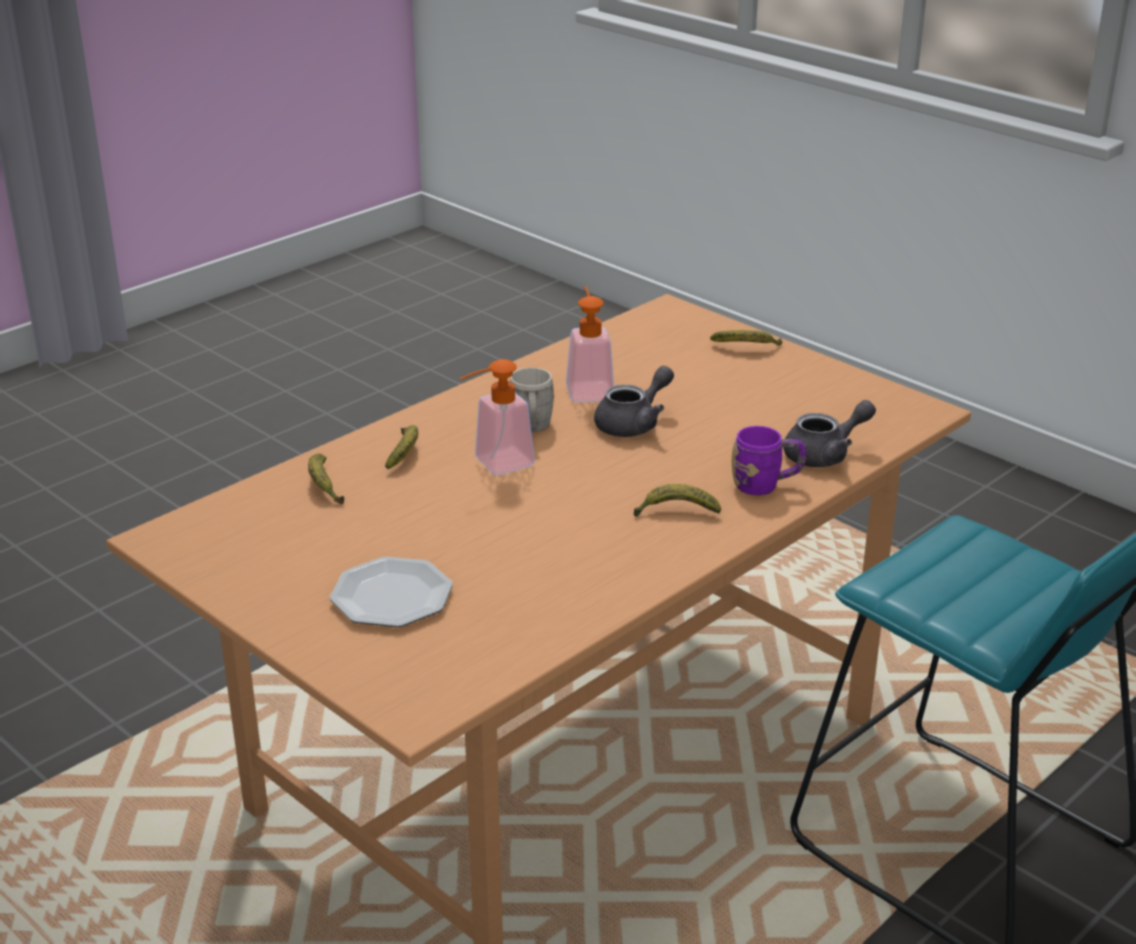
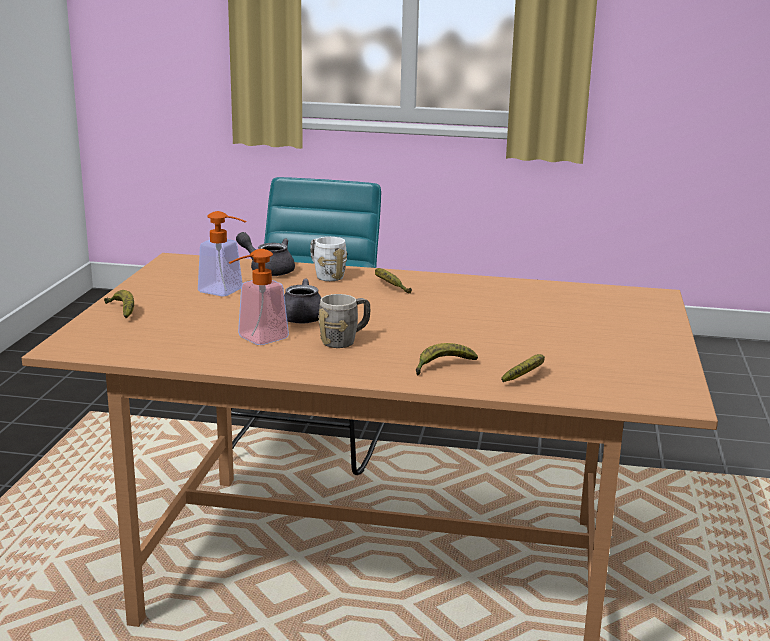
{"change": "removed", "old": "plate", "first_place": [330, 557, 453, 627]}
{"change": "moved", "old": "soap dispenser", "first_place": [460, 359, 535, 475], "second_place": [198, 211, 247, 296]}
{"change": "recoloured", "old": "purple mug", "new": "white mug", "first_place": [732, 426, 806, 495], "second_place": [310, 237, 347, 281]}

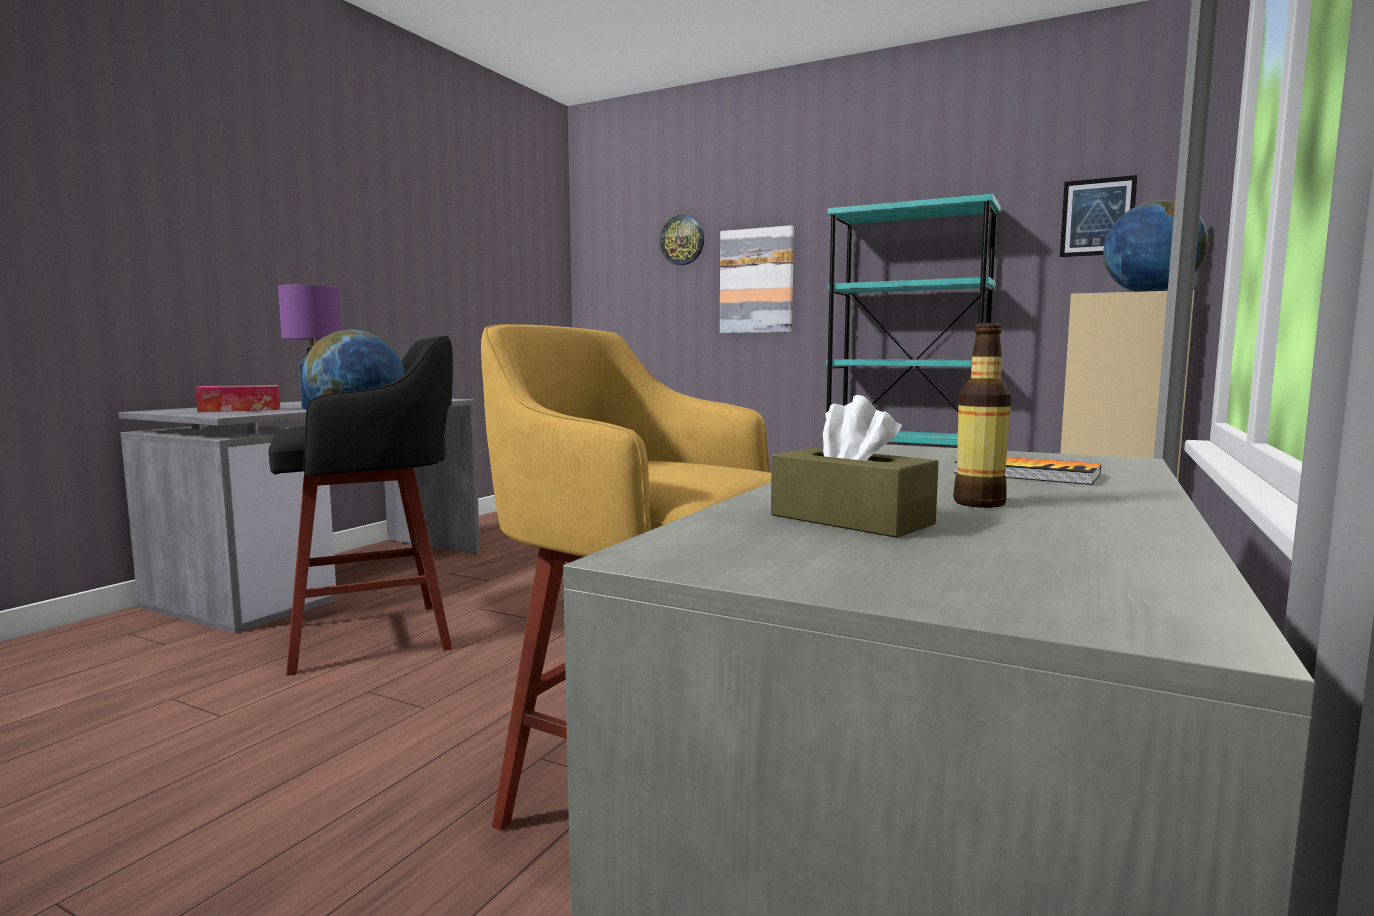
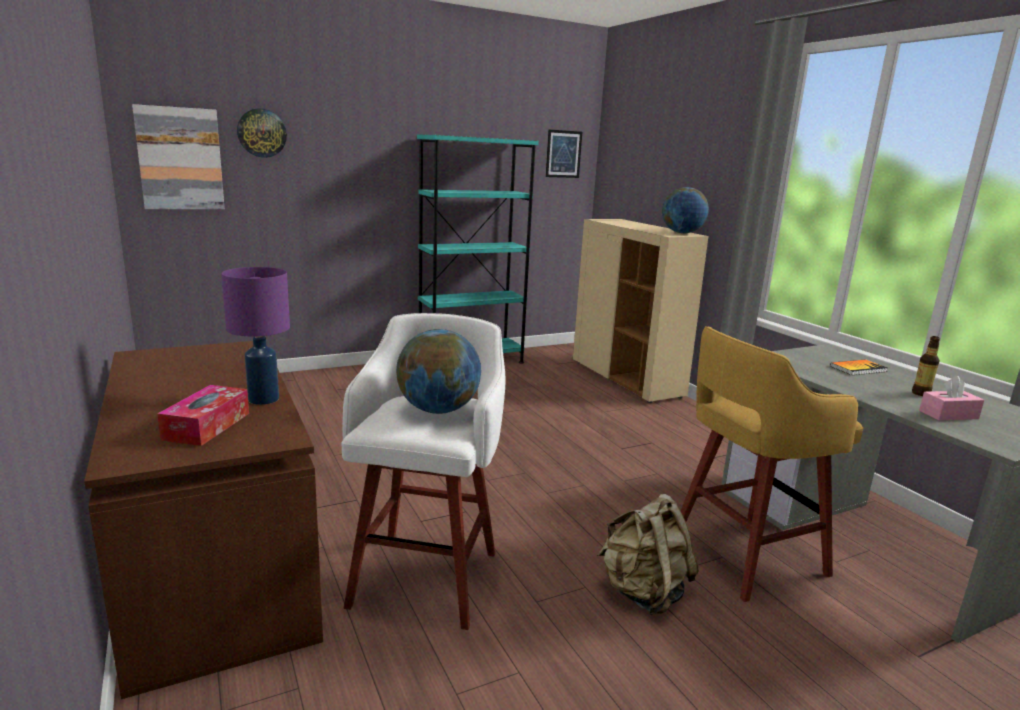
{"change": "added", "new": "beige backpack", "second_place": [597, 494, 699, 615]}
{"change": "moved", "old": "picture", "first_place": [720, 225, 794, 333], "second_place": [132, 104, 225, 210]}
{"change": "recoloured", "old": "grey desk", "new": "brown desk", "first_place": [118, 399, 480, 634], "second_place": [84, 341, 323, 699]}
{"change": "recoloured", "old": "black stool", "new": "white stool", "first_place": [268, 336, 453, 676], "second_place": [341, 313, 505, 630]}
{"change": "recoloured", "old": "brown tissue box", "new": "pink tissue box", "first_place": [771, 395, 938, 538], "second_place": [919, 376, 984, 421]}

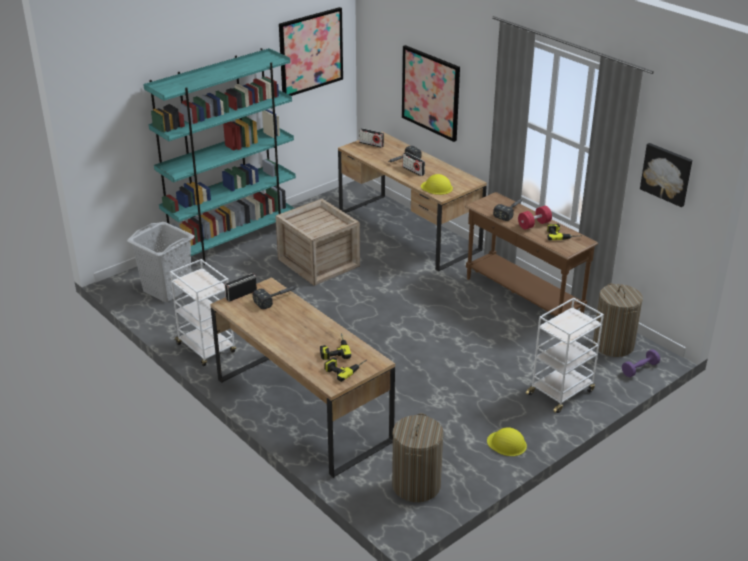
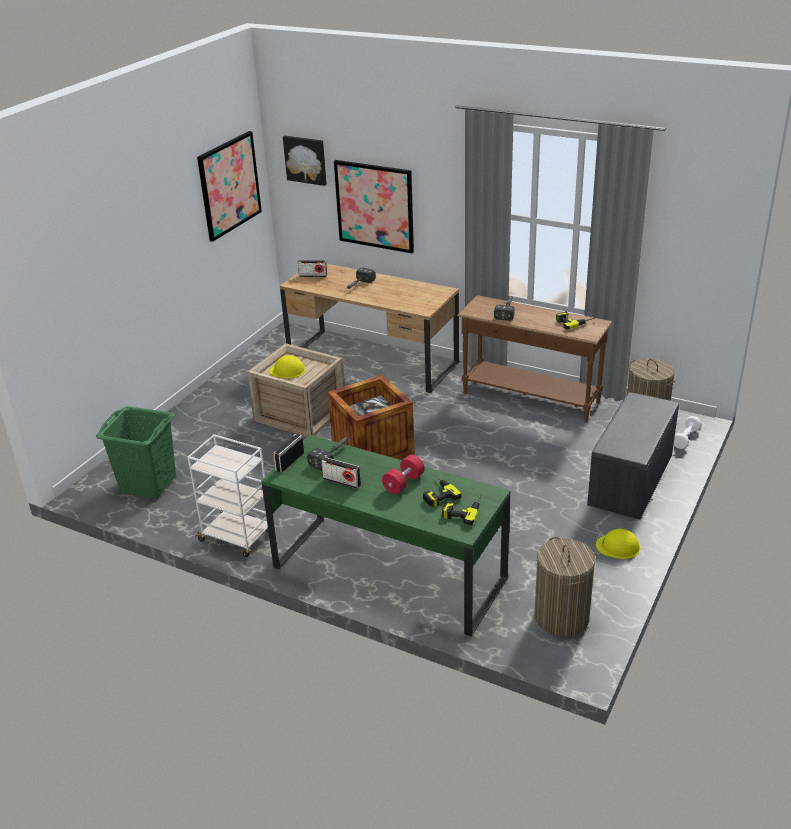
{"change": "removed", "old": "turquoise bookcase", "first_place": [143, 48, 296, 265]}
{"change": "added", "new": "crate", "second_place": [328, 375, 415, 460]}
{"change": "moved", "old": "radio", "first_place": [403, 152, 425, 176], "second_place": [321, 457, 361, 489]}
{"change": "moved", "old": "yellow hard hat", "first_place": [421, 174, 453, 195], "second_place": [269, 355, 306, 379]}
{"change": "moved", "old": "red dumbbell", "first_place": [518, 206, 552, 230], "second_place": [382, 455, 425, 494]}
{"change": "moved", "old": "picture", "first_place": [640, 143, 692, 207], "second_place": [283, 136, 327, 186]}
{"change": "replaced", "old": "white cart", "new": "grey bench", "first_place": [526, 298, 604, 413], "second_place": [587, 392, 679, 520]}
{"change": "recoloured", "old": "grey laundry basket", "new": "green laundry basket", "first_place": [127, 222, 195, 302], "second_place": [96, 406, 176, 498]}
{"change": "recoloured", "old": "brown desk", "new": "green desk", "first_place": [210, 277, 395, 478], "second_place": [261, 435, 510, 637]}
{"change": "recoloured", "old": "purple dumbbell", "new": "white dumbbell", "first_place": [622, 349, 660, 377], "second_place": [674, 416, 701, 449]}

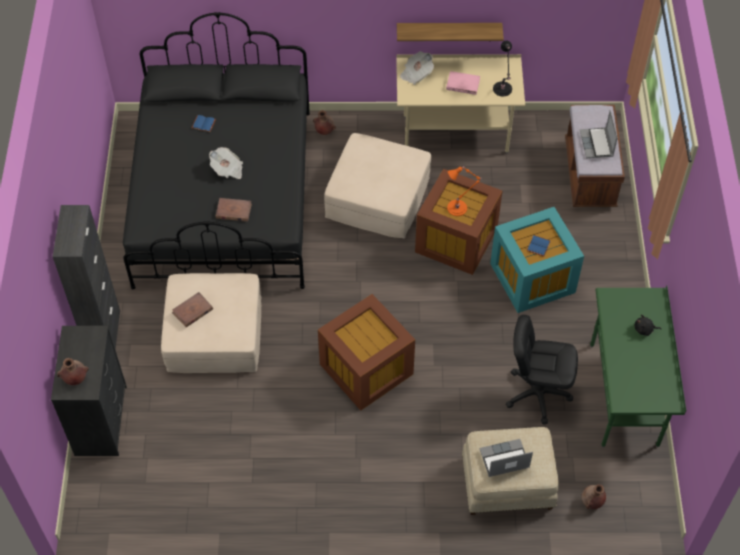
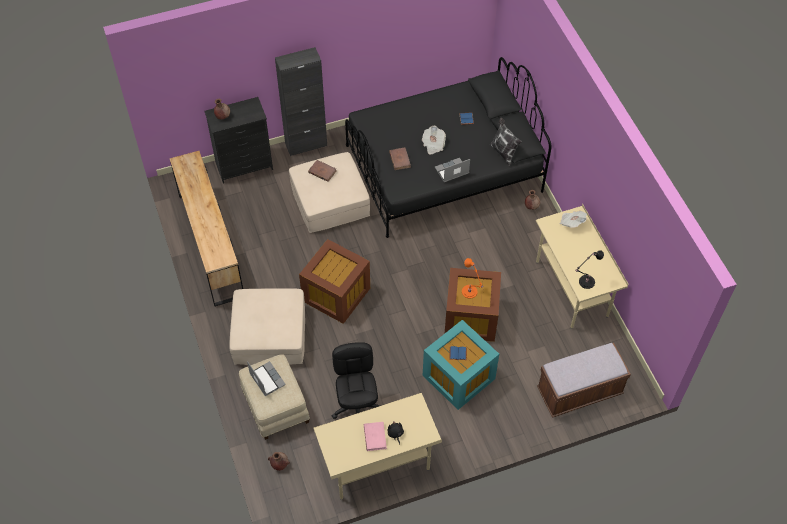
{"change": "removed", "old": "shelf", "first_place": [397, 23, 504, 41]}
{"change": "added", "new": "brown dresser", "second_place": [170, 151, 243, 306]}
{"change": "added", "new": "pillow", "second_place": [490, 117, 522, 167]}
{"change": "moved", "old": "beige ottoman", "first_place": [324, 133, 431, 239], "second_place": [229, 288, 305, 365]}
{"change": "moved", "old": "pink book", "first_place": [446, 71, 480, 95], "second_place": [364, 422, 387, 451]}
{"change": "moved", "old": "laptop", "first_place": [580, 110, 618, 158], "second_place": [435, 158, 470, 182]}
{"change": "recoloured", "old": "green desk", "new": "beige desk", "first_place": [590, 286, 686, 447], "second_place": [314, 393, 442, 500]}

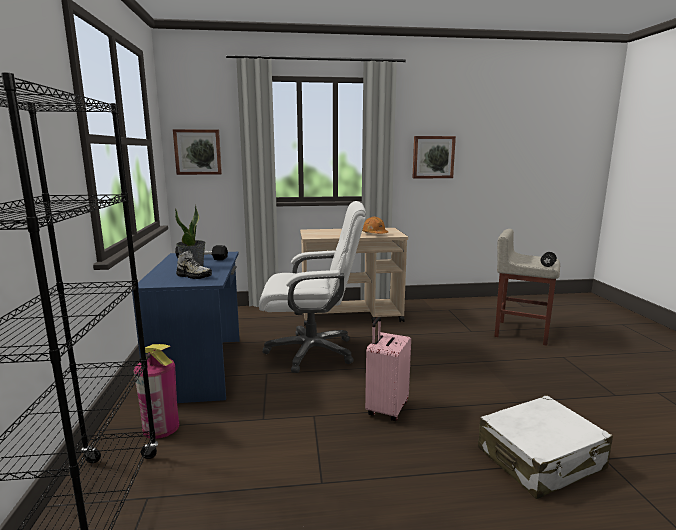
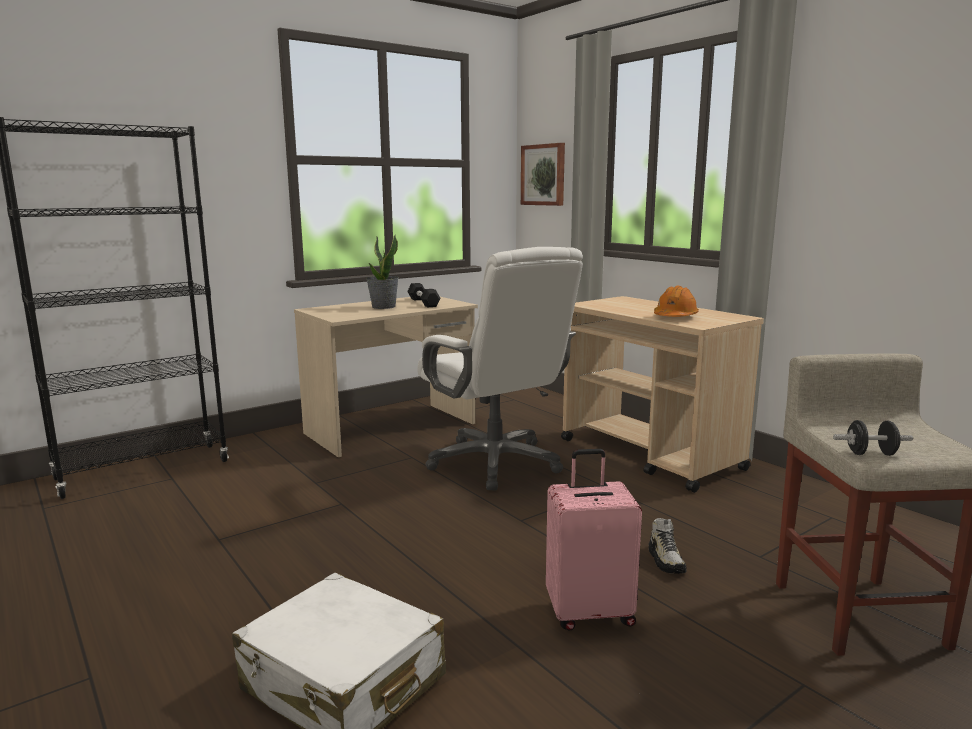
{"change": "removed", "old": "fire extinguisher", "first_place": [134, 344, 179, 439]}
{"change": "removed", "old": "picture", "first_place": [412, 136, 456, 179]}
{"change": "moved", "old": "shoe", "first_place": [176, 251, 212, 279], "second_place": [649, 518, 687, 574]}
{"change": "moved", "old": "pink suitcase", "first_place": [365, 317, 411, 421], "second_place": [546, 449, 642, 631]}
{"change": "recoloured", "old": "blue desk", "new": "beige desk", "first_place": [131, 252, 240, 403], "second_place": [294, 297, 478, 457]}

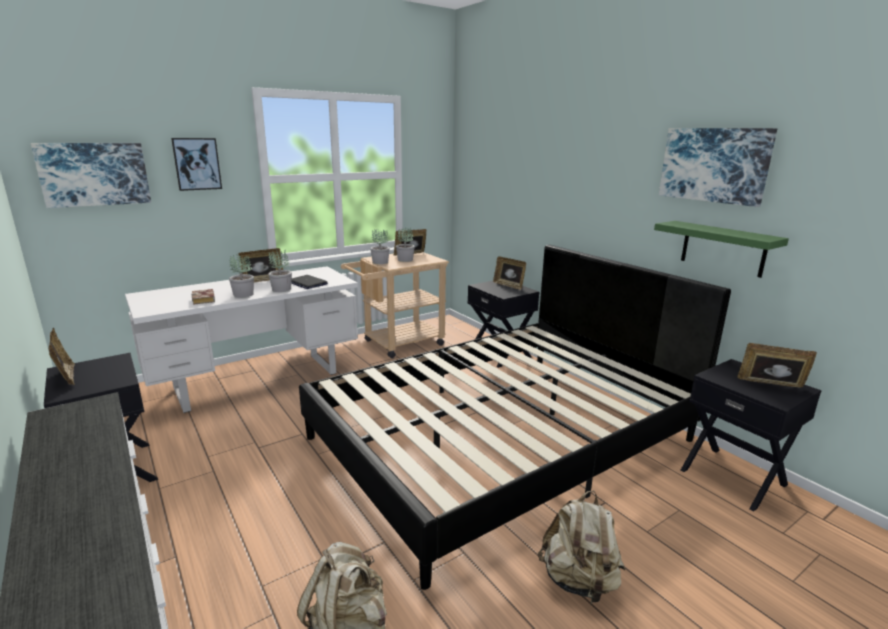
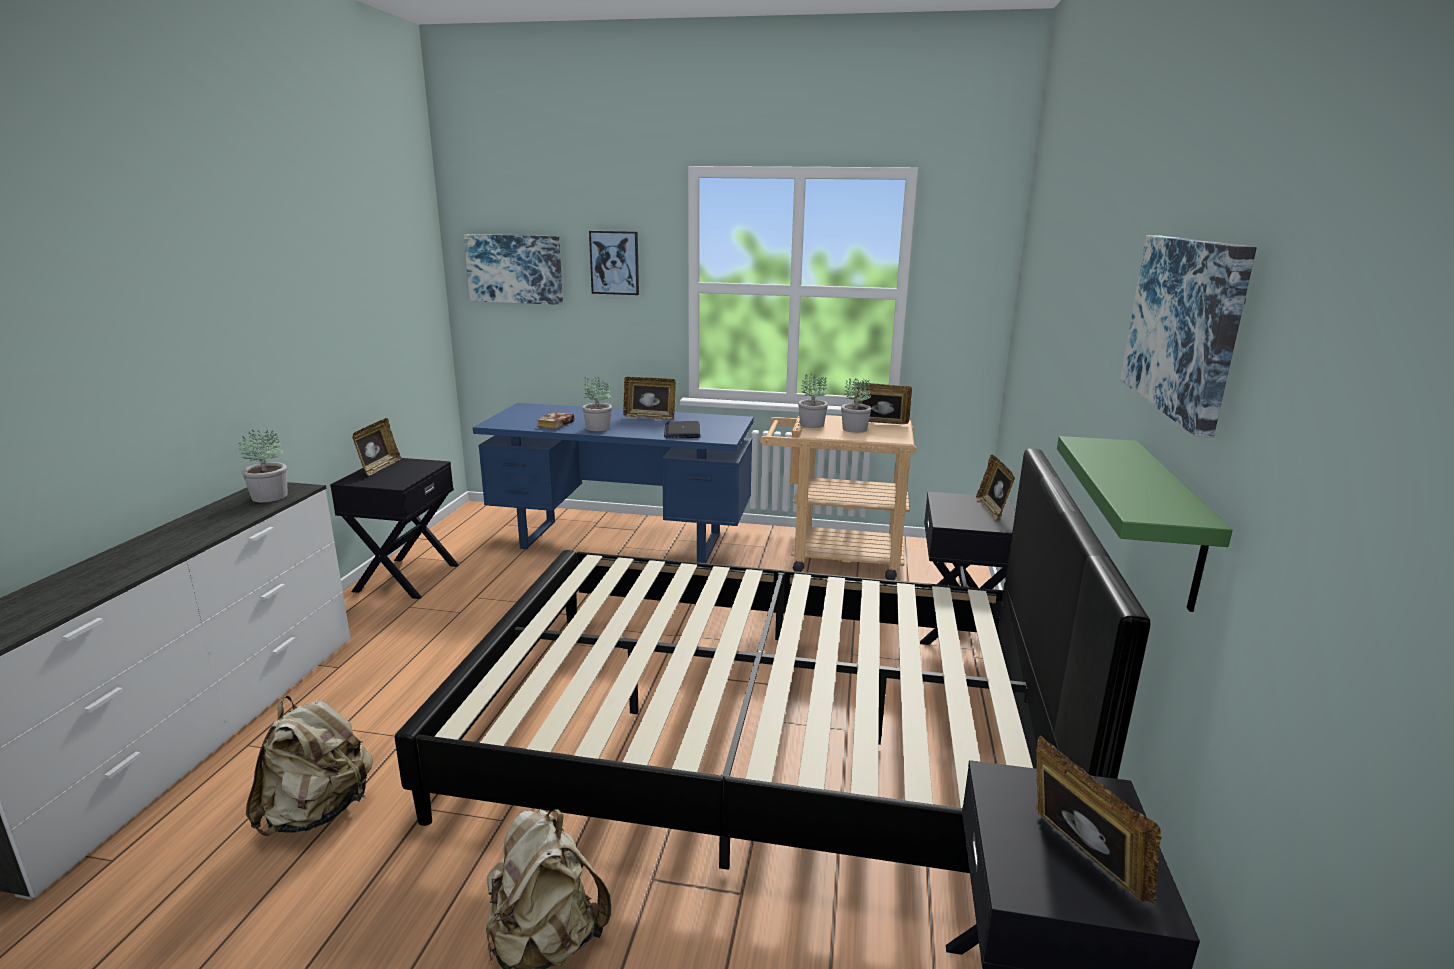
{"change": "moved", "old": "potted plant", "first_place": [268, 249, 292, 292], "second_place": [239, 428, 288, 502]}
{"change": "recoloured", "old": "white desk", "new": "blue desk", "first_place": [125, 266, 358, 413], "second_place": [473, 403, 754, 563]}

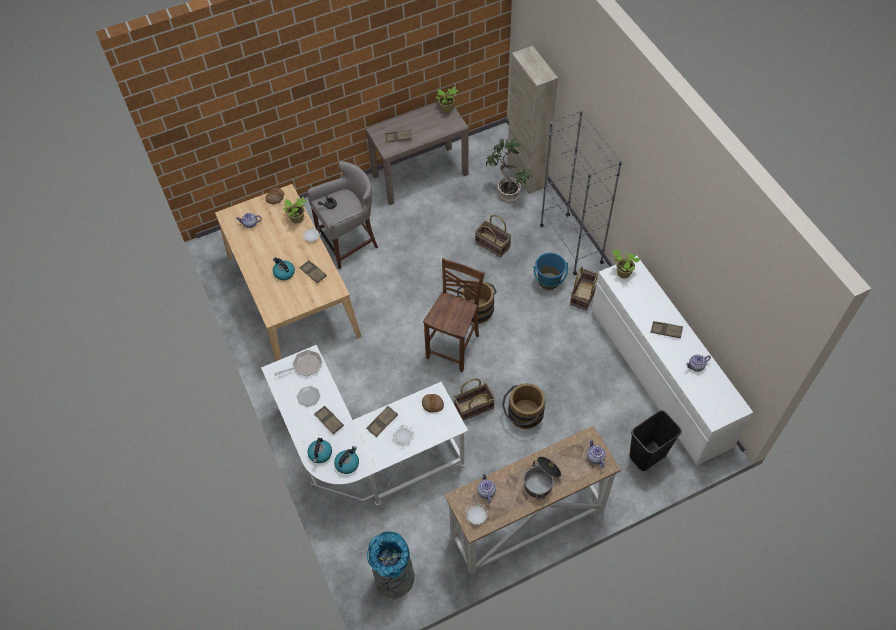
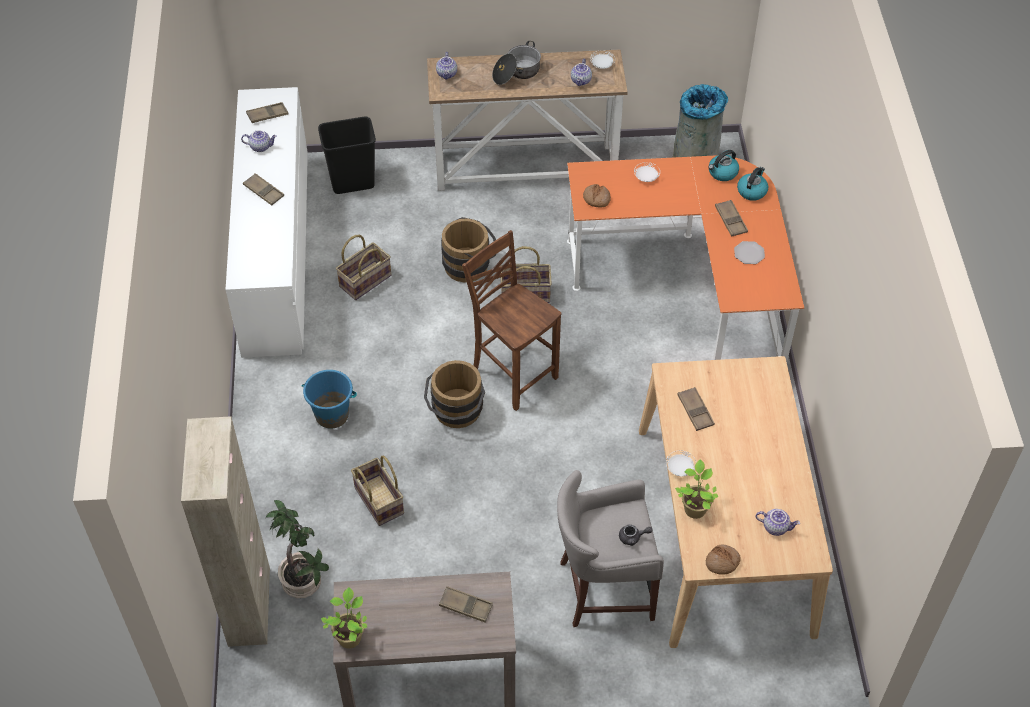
{"change": "removed", "old": "kettle", "first_place": [273, 257, 295, 280]}
{"change": "removed", "old": "frying pan", "first_place": [274, 350, 323, 376]}
{"change": "removed", "old": "grey bookcase", "first_place": [540, 110, 622, 275]}
{"change": "removed", "old": "potted plant", "first_place": [612, 250, 640, 278]}
{"change": "moved", "old": "brown tray", "first_place": [366, 406, 398, 437], "second_place": [246, 102, 288, 123]}
{"change": "moved", "old": "basket", "first_place": [570, 267, 599, 310], "second_place": [336, 235, 391, 300]}
{"change": "recoloured", "old": "white desk", "new": "orange desk", "first_place": [261, 345, 468, 505], "second_place": [567, 155, 804, 362]}
{"change": "turned", "old": "brown chair", "first_place": [423, 258, 485, 372], "second_place": [462, 230, 561, 411], "degrees": 90}

